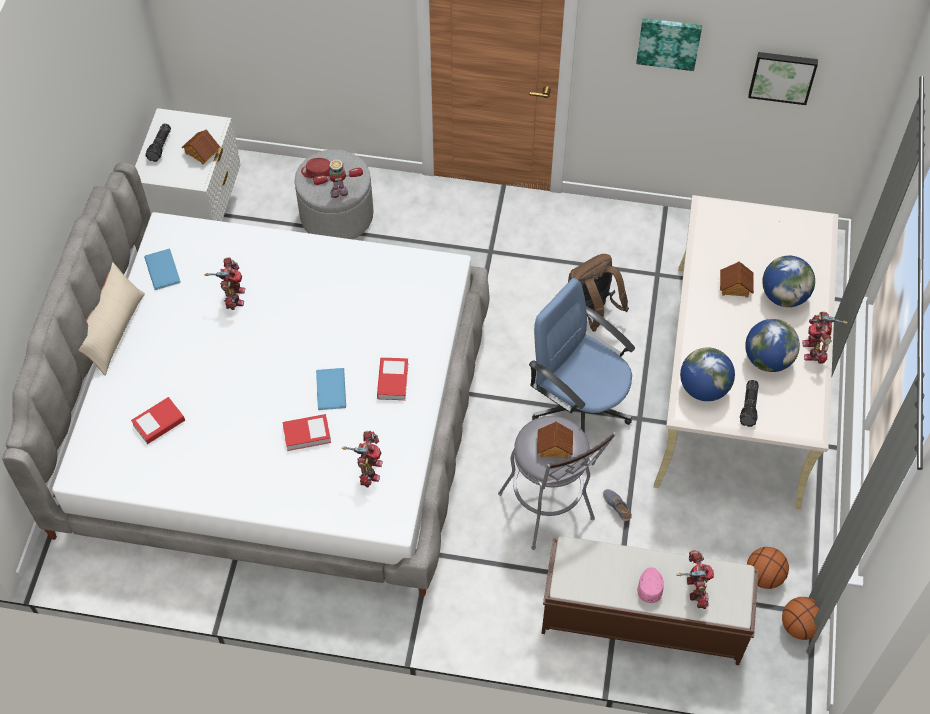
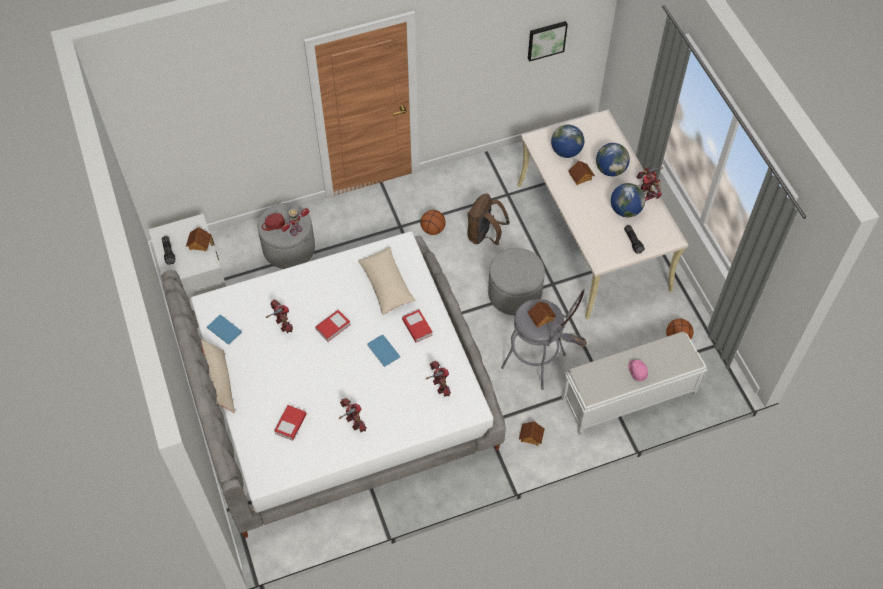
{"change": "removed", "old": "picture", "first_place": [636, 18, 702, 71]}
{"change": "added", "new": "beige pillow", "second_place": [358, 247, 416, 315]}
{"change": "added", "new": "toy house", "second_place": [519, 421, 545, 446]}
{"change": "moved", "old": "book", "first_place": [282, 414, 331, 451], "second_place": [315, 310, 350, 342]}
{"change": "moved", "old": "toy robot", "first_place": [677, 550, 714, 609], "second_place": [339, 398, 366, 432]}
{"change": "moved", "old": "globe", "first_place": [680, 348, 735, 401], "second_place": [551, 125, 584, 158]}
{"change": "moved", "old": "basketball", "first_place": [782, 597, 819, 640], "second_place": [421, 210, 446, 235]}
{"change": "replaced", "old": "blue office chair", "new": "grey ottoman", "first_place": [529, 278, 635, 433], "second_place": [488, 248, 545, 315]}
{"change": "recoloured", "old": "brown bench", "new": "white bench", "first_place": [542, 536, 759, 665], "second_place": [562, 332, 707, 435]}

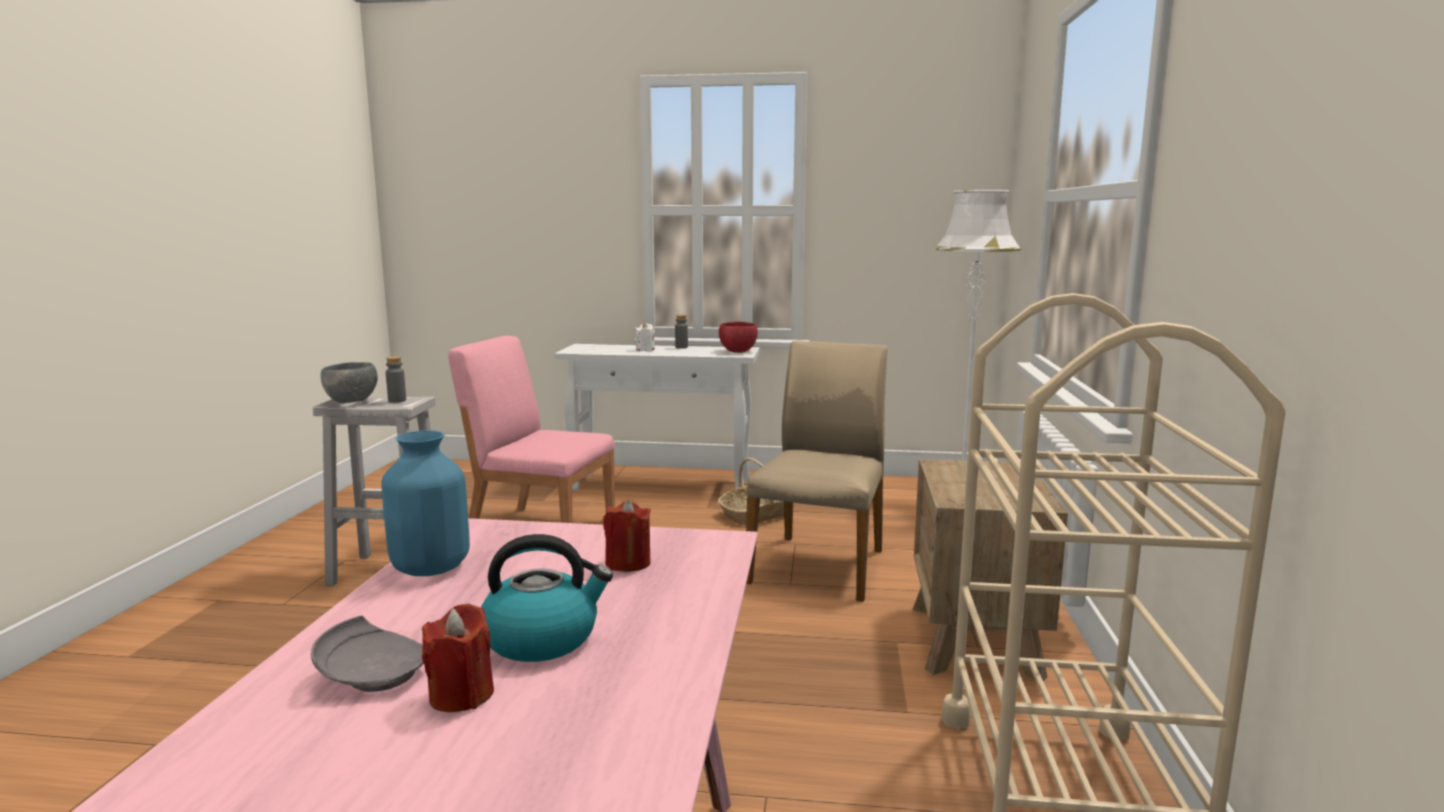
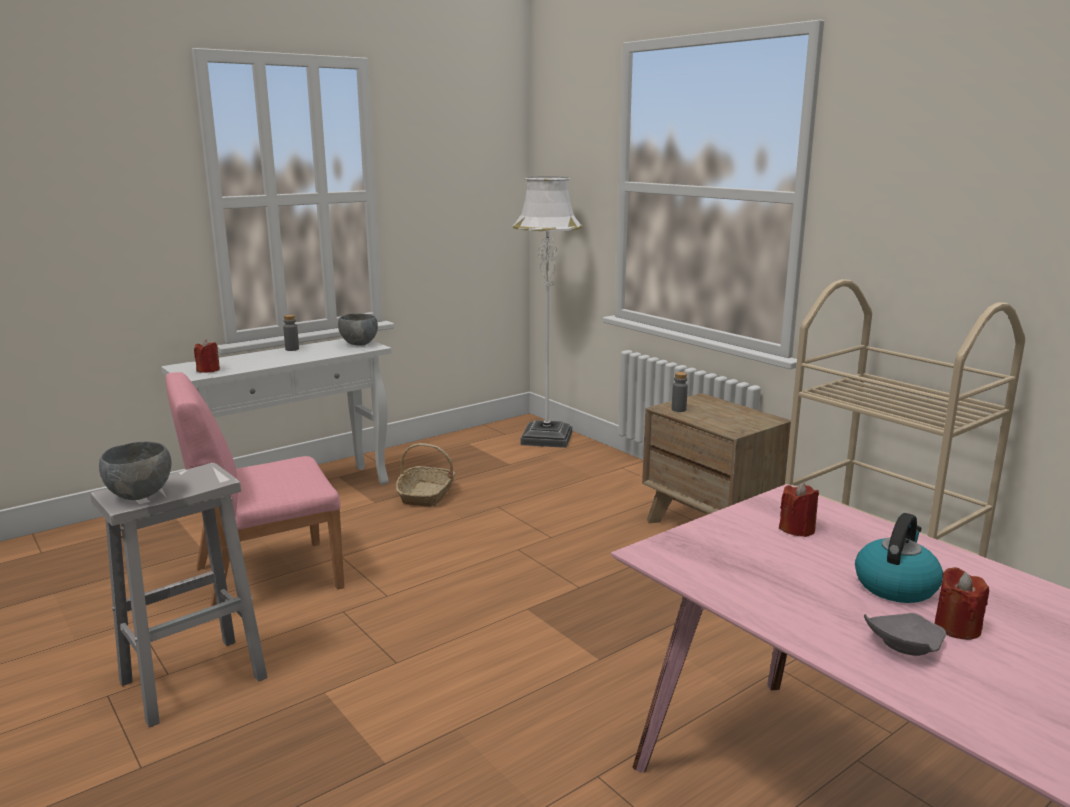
{"change": "removed", "old": "blue vase", "first_place": [381, 430, 470, 576]}
{"change": "removed", "old": "white candle", "first_place": [635, 323, 655, 351]}
{"change": "removed", "old": "beige chair", "first_place": [746, 341, 887, 602]}
{"change": "added", "new": "red candle", "second_place": [194, 339, 220, 373]}
{"change": "moved", "old": "grey bottle", "first_place": [386, 356, 406, 403], "second_place": [672, 372, 688, 412]}
{"change": "recoloured", "old": "red bowl", "new": "grey bowl", "first_place": [719, 322, 758, 353], "second_place": [338, 313, 378, 346]}

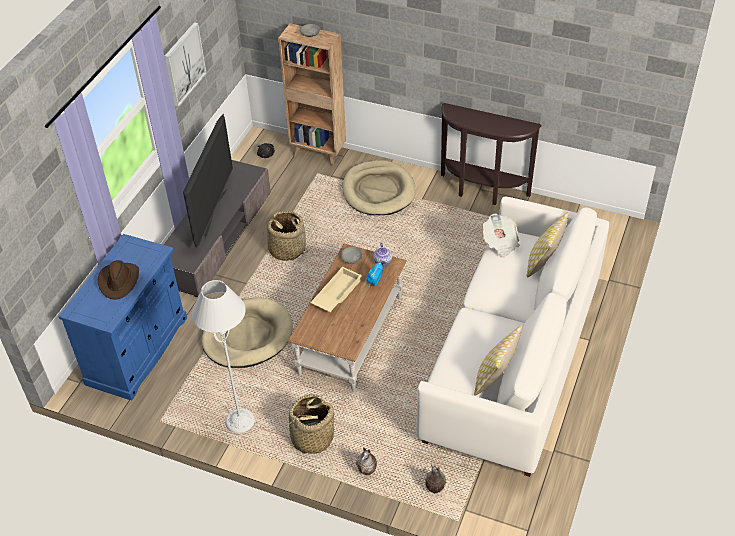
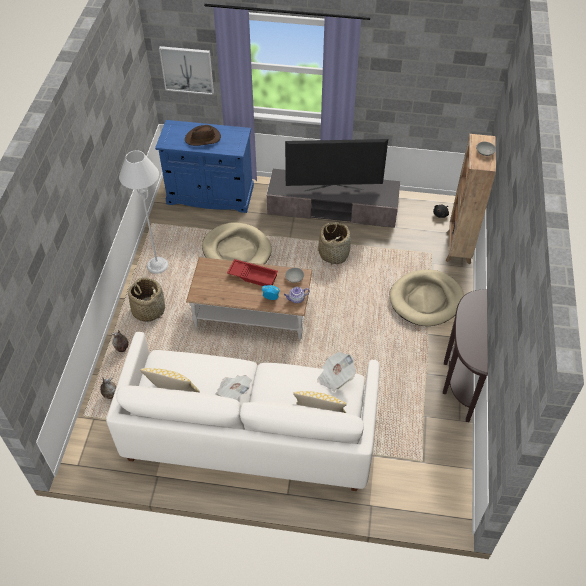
{"change": "added", "new": "newspaper", "second_place": [215, 375, 252, 400]}
{"change": "moved", "old": "picture", "first_place": [165, 22, 206, 107], "second_place": [159, 46, 214, 95]}
{"change": "recoloured", "old": "beige tray", "new": "red tray", "first_place": [310, 267, 362, 312], "second_place": [227, 259, 278, 286]}

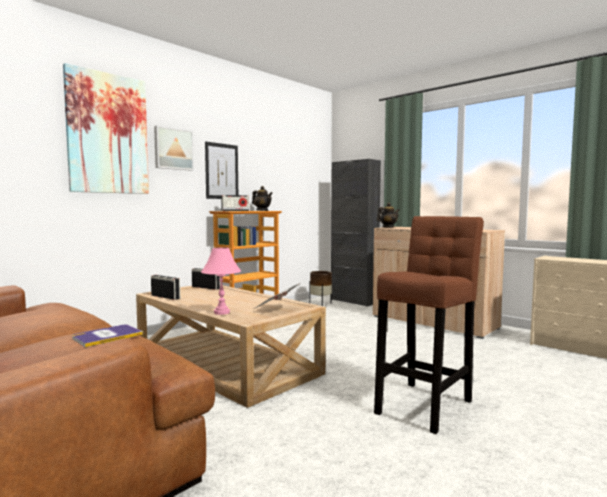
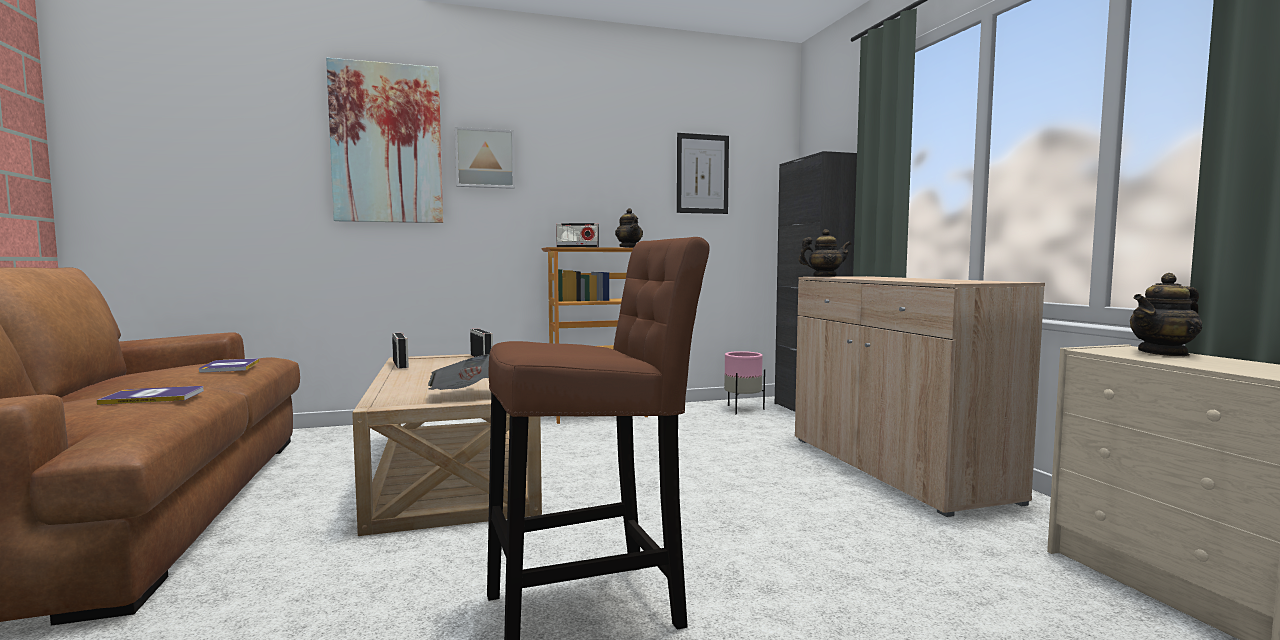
{"change": "removed", "old": "pink table lamp", "first_place": [201, 247, 241, 315]}
{"change": "added", "new": "book", "second_place": [199, 358, 260, 373]}
{"change": "added", "new": "teapot", "second_place": [1130, 273, 1202, 356]}
{"change": "moved", "old": "picture", "first_place": [205, 141, 238, 199], "second_place": [677, 133, 729, 214]}
{"change": "recoloured", "old": "brown planter", "new": "pink planter", "first_place": [309, 271, 332, 306], "second_place": [724, 351, 765, 415]}

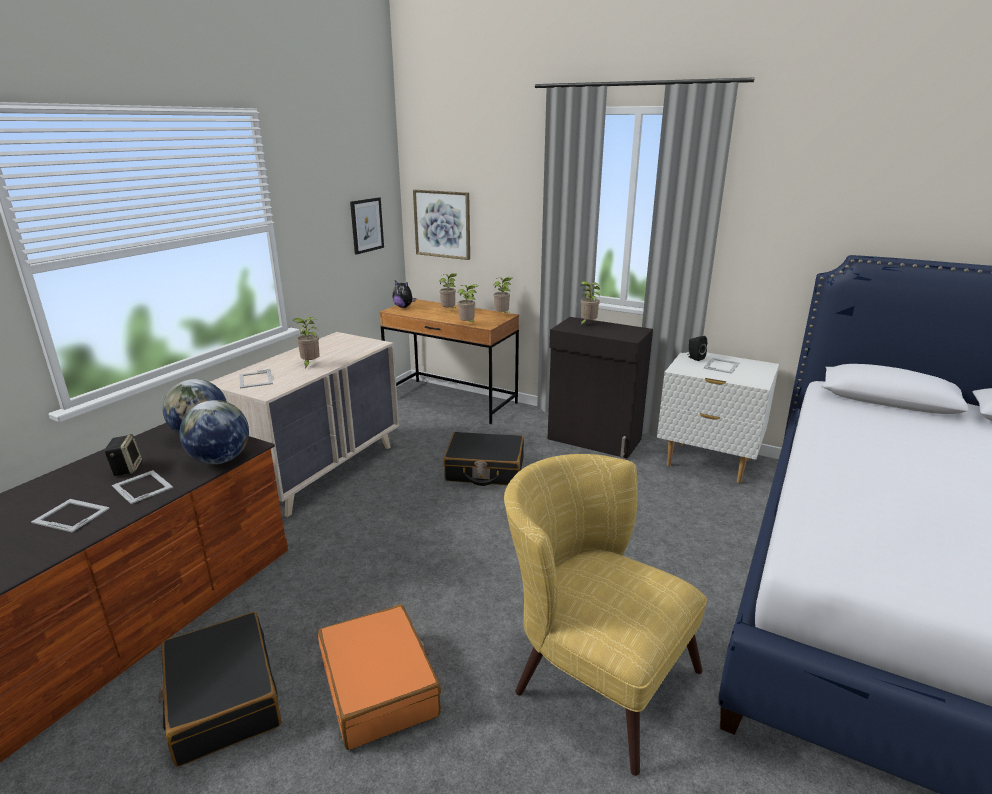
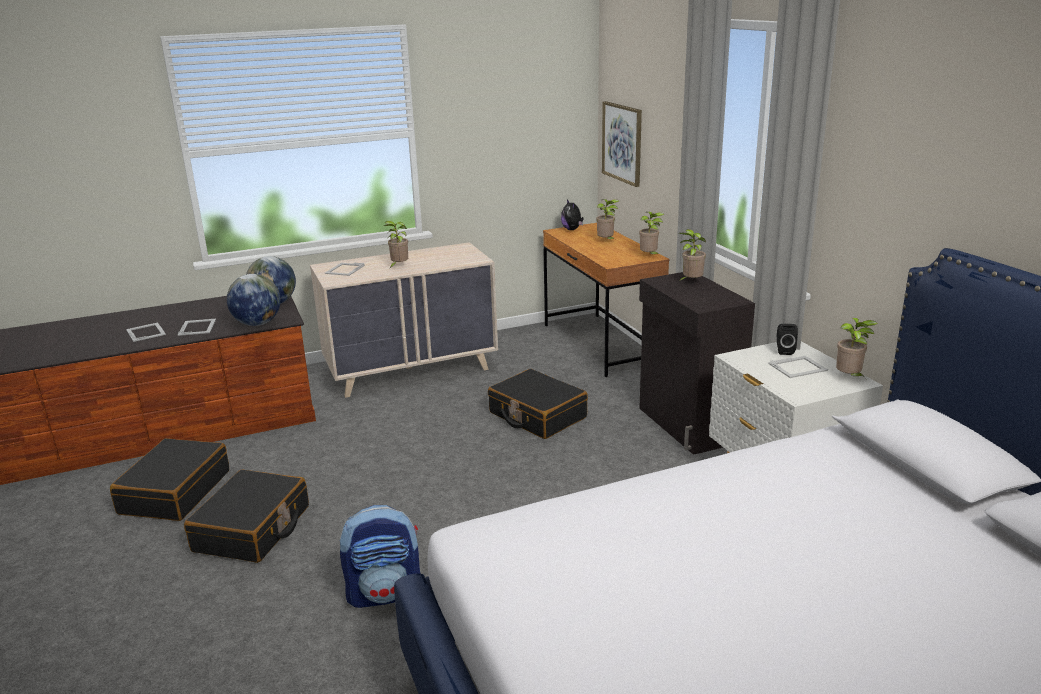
{"change": "removed", "old": "speaker", "first_place": [104, 434, 142, 476]}
{"change": "removed", "old": "picture", "first_place": [350, 197, 384, 255]}
{"change": "moved", "old": "potted plant", "first_place": [458, 284, 478, 322], "second_place": [836, 318, 878, 377]}
{"change": "replaced", "old": "yellow armchair", "new": "backpack", "first_place": [504, 454, 707, 776], "second_place": [340, 505, 421, 608]}
{"change": "recoloured", "old": "orange suitcase", "new": "black suitcase", "first_place": [318, 604, 441, 750], "second_place": [184, 469, 309, 563]}

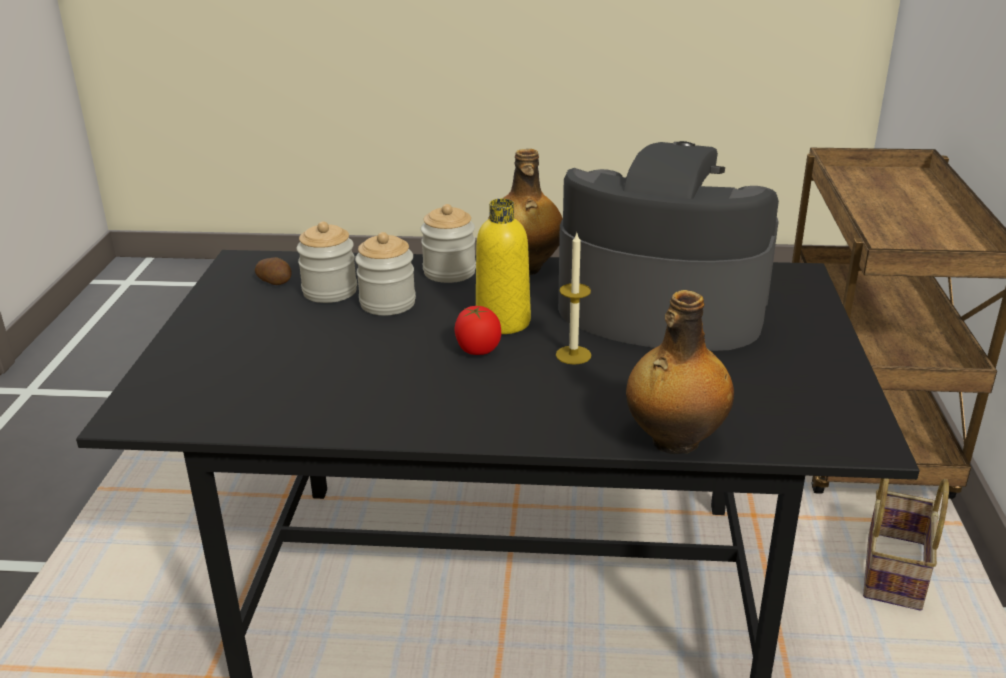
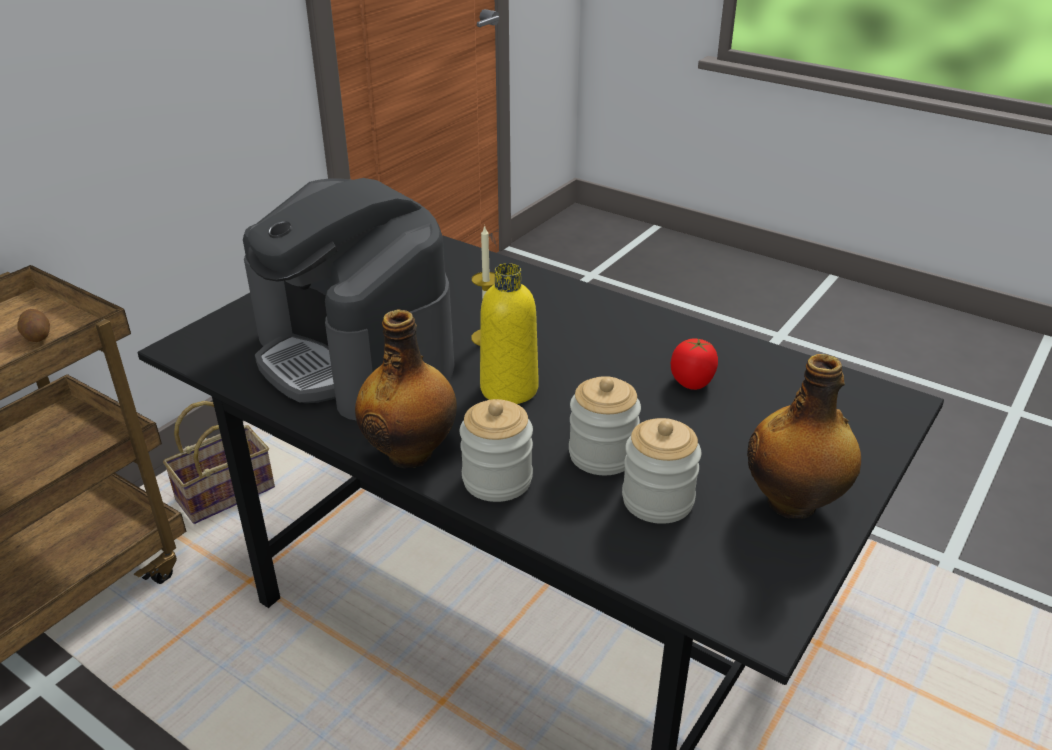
{"change": "moved", "old": "potato", "first_place": [255, 257, 292, 285], "second_place": [17, 309, 50, 342]}
{"change": "moved", "old": "tomato", "first_place": [455, 306, 501, 355], "second_place": [671, 338, 718, 390]}
{"change": "moved", "old": "bottle", "first_place": [626, 290, 734, 454], "second_place": [747, 354, 861, 519]}

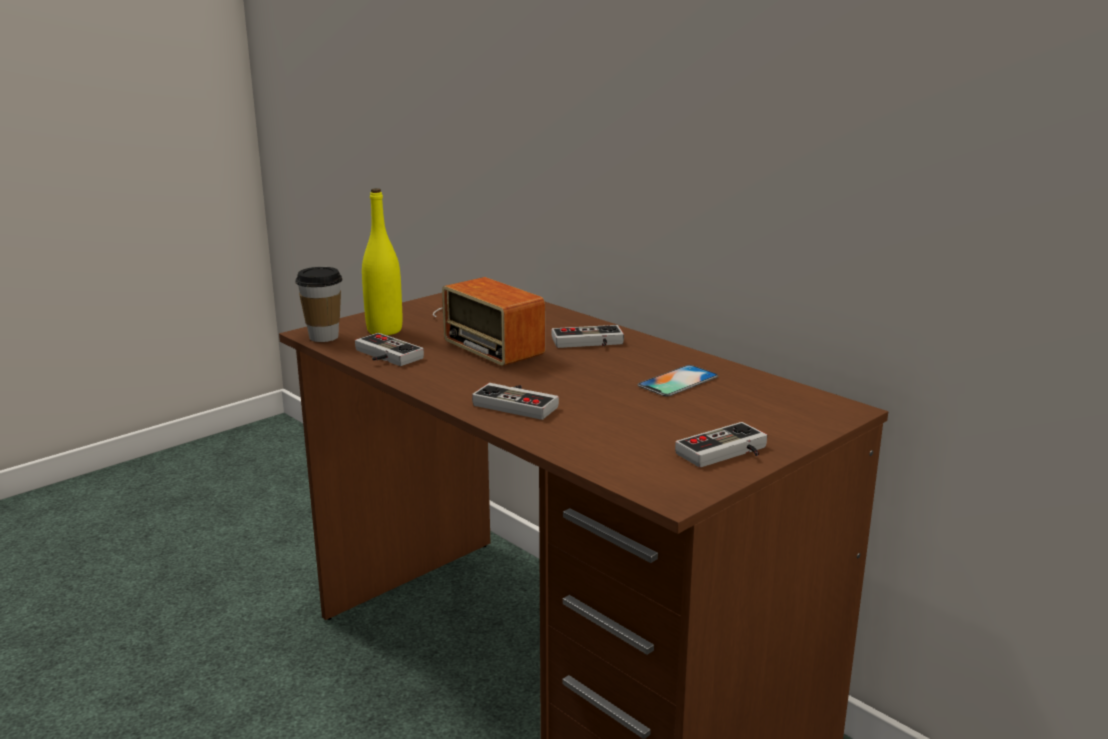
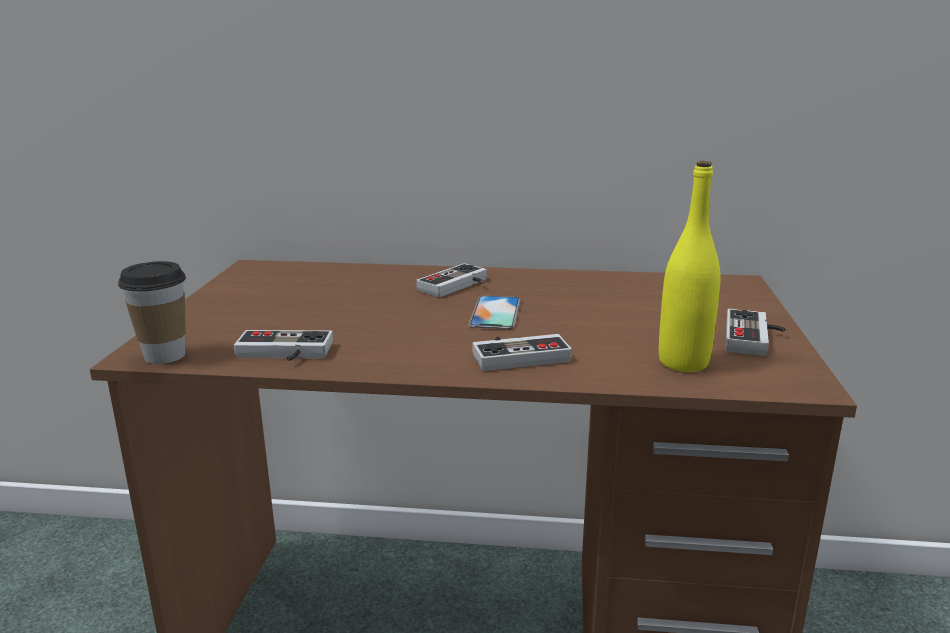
{"change": "removed", "old": "radio", "first_place": [433, 277, 545, 366]}
{"change": "moved", "old": "yellow bottle", "first_place": [362, 188, 402, 335], "second_place": [659, 161, 720, 372]}
{"change": "moved", "old": "phone", "first_place": [638, 365, 718, 397], "second_place": [468, 296, 521, 329]}

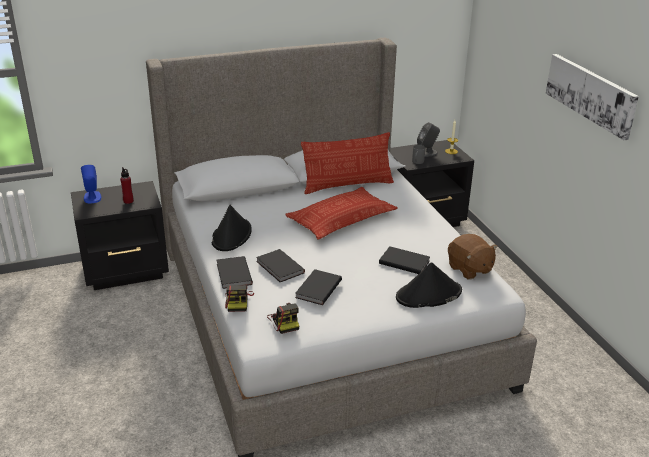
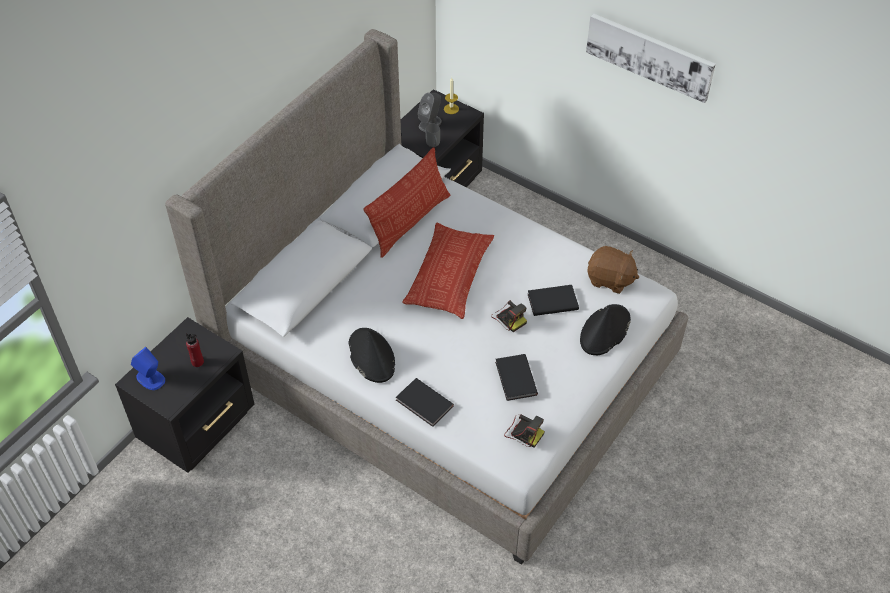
{"change": "removed", "old": "black book", "first_place": [256, 249, 305, 282]}
{"change": "moved", "old": "photo camera", "first_place": [225, 285, 254, 312], "second_place": [491, 300, 527, 332]}

